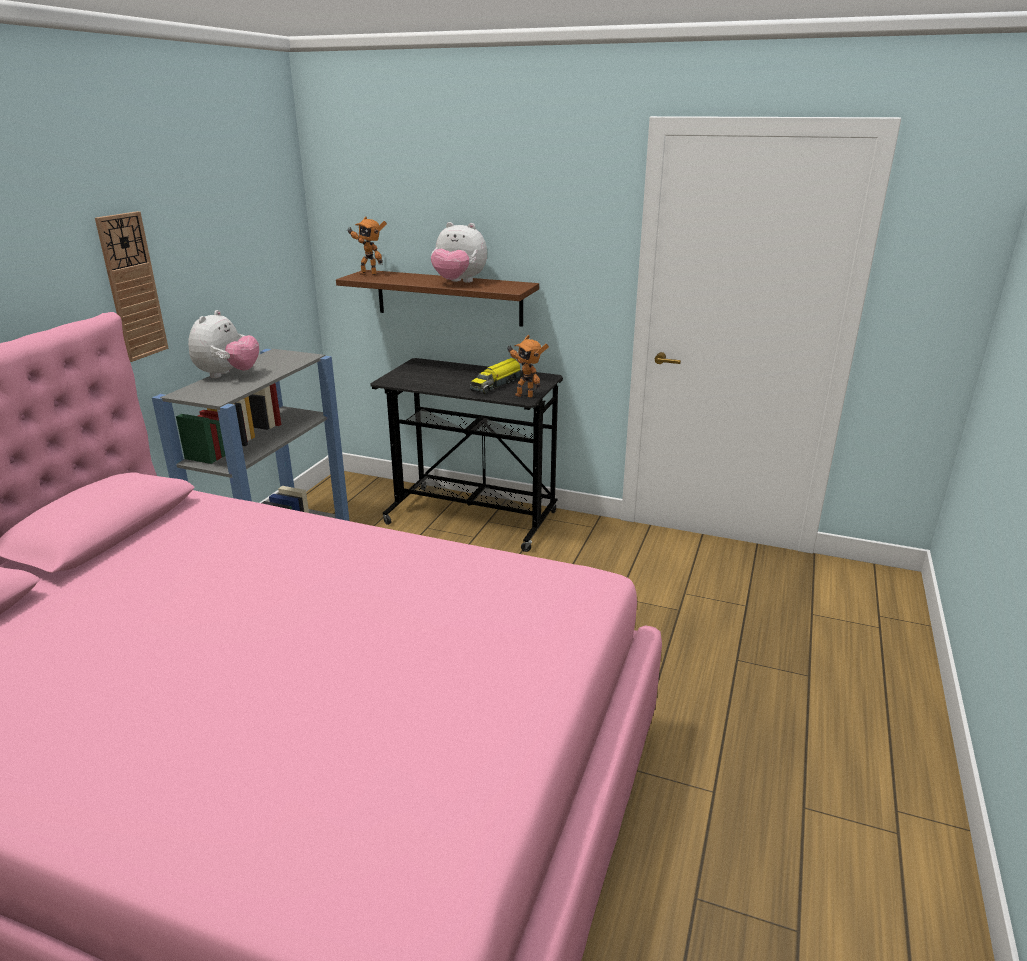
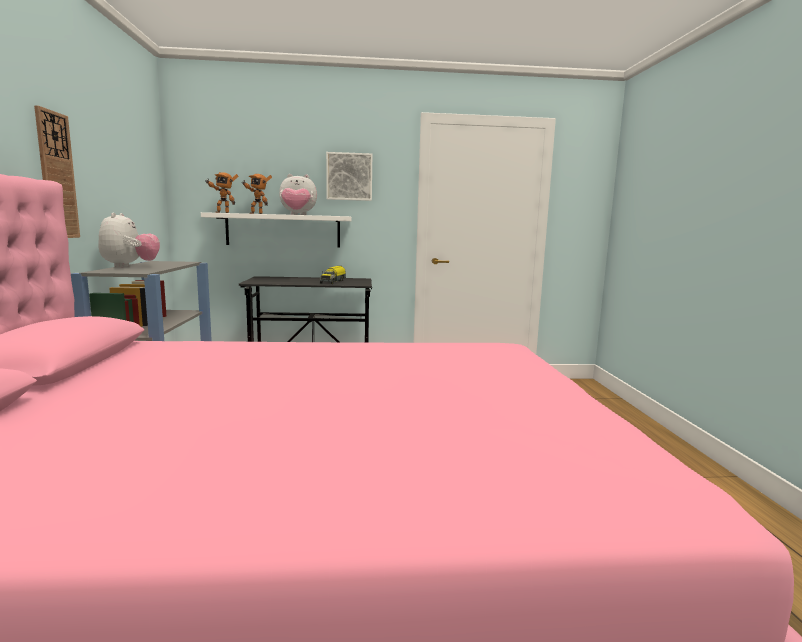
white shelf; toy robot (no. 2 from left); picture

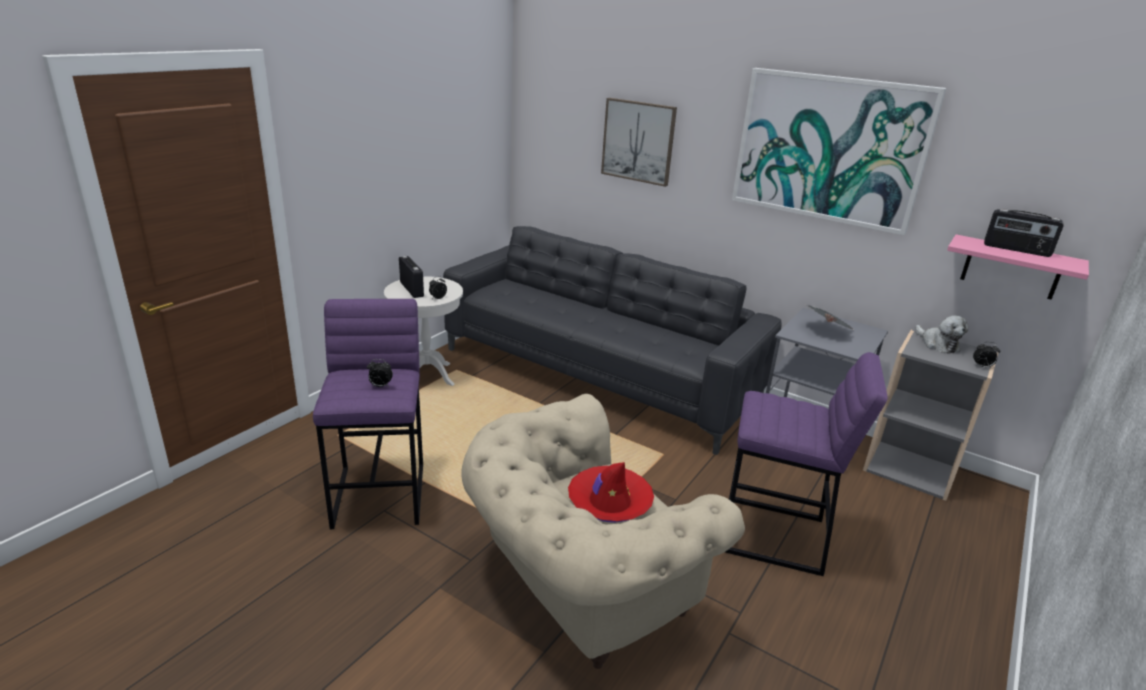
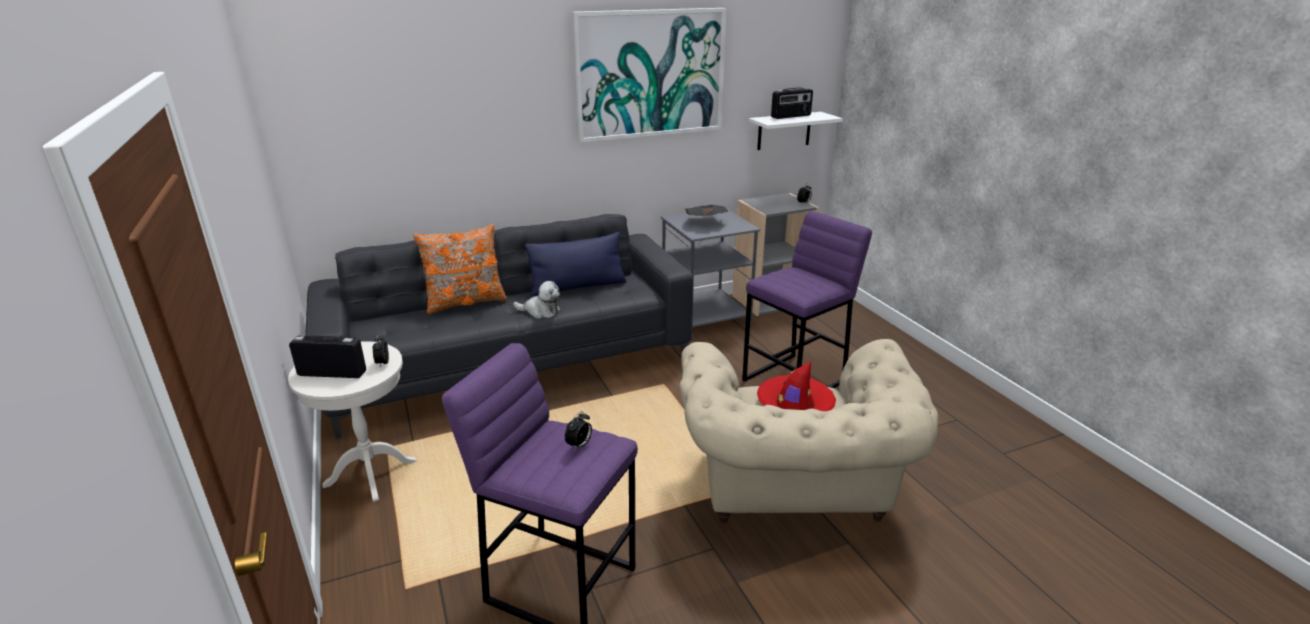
picture (no. 1 from left in the first image); white shelf; plush toy; orange pillow; blue pillow

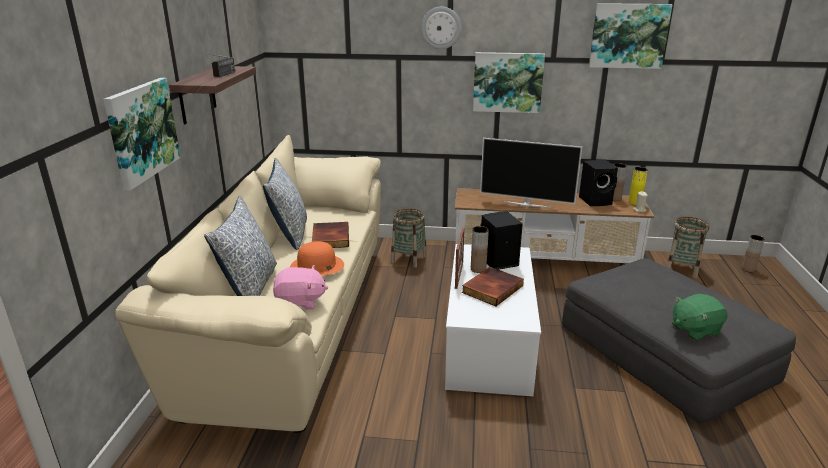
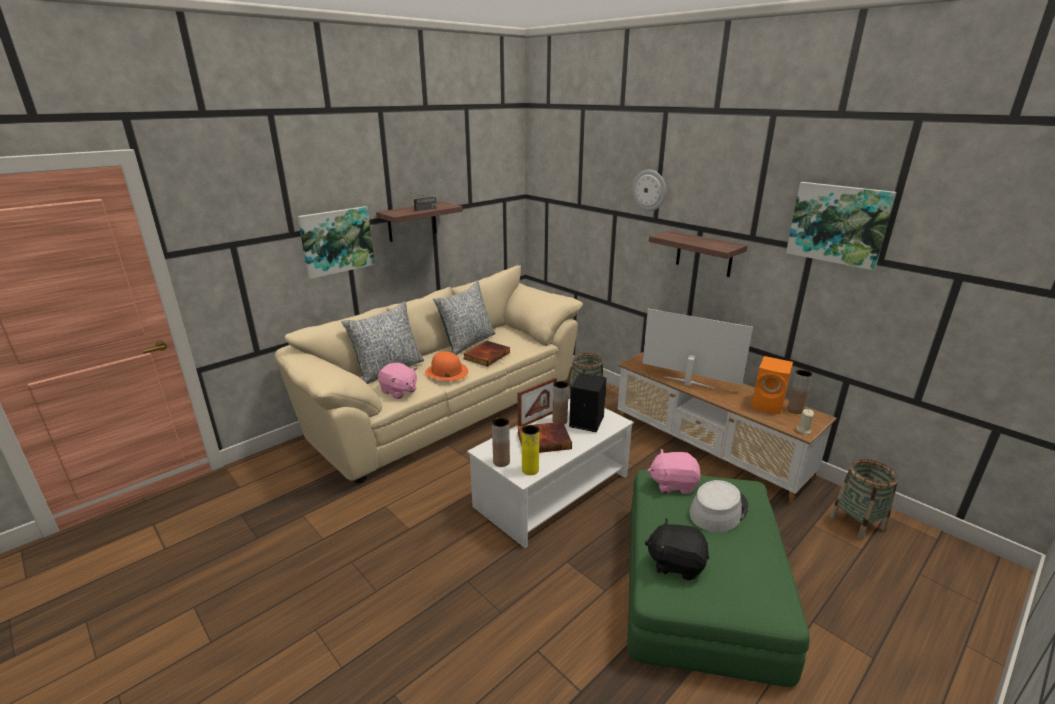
shelf (no. 2 from left); television; orange speaker; yellow vase; brown vase (no. 1 from left); green ottoman; black plush toy; pink plush toy (no. 2 from left); grey hat

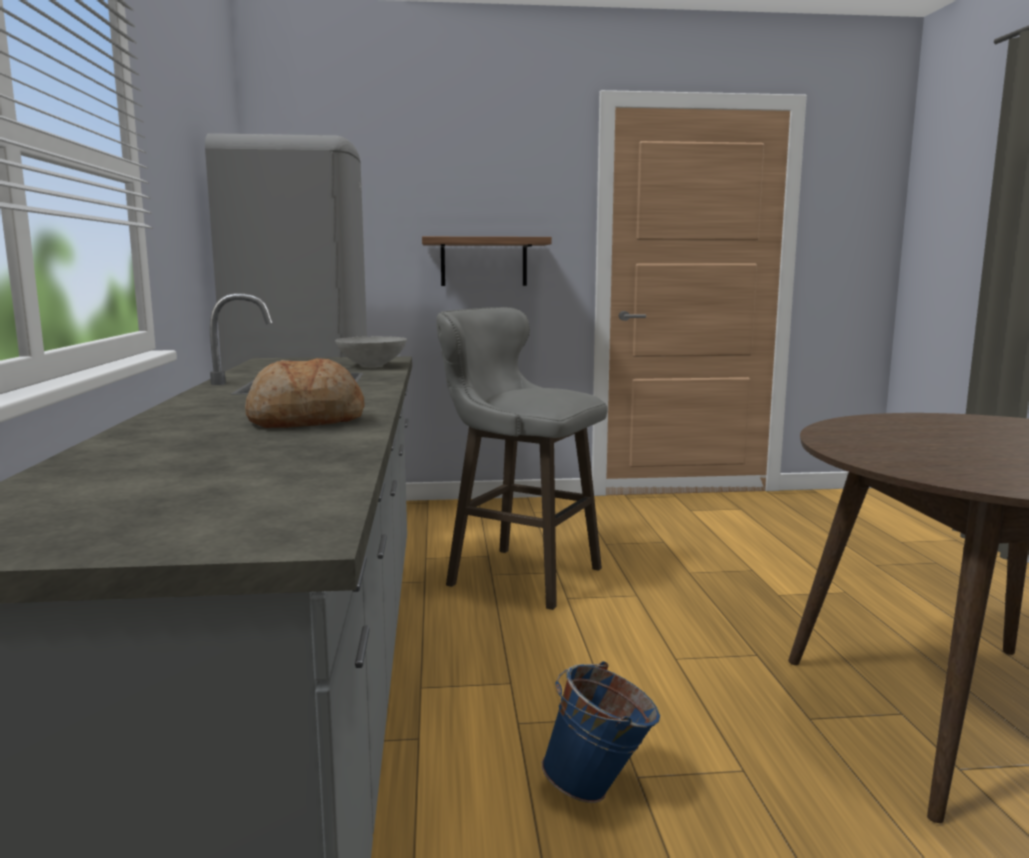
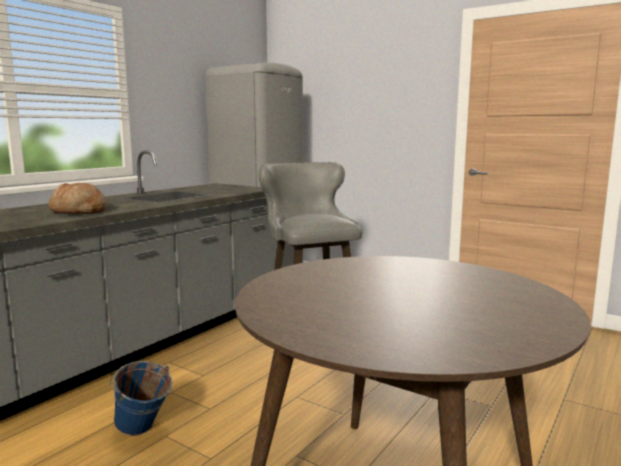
shelf; grey bowl

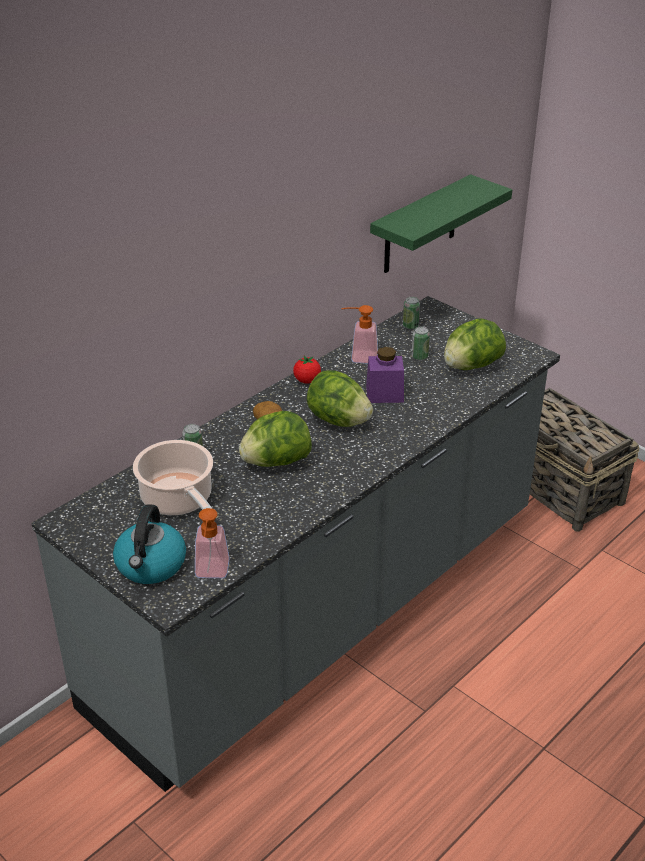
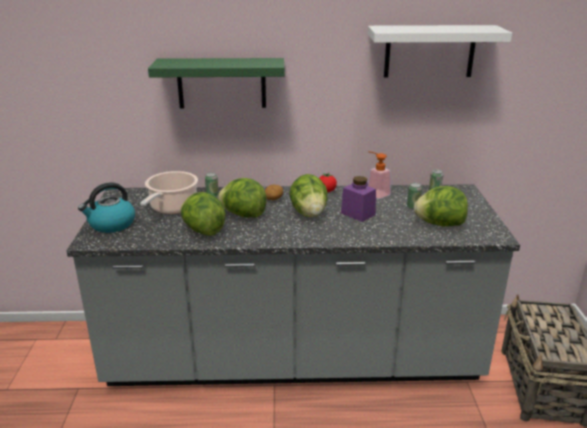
green shelf; soap dispenser (no. 1 from left in the first image); white shelf; lettuce (no. 1 from left)

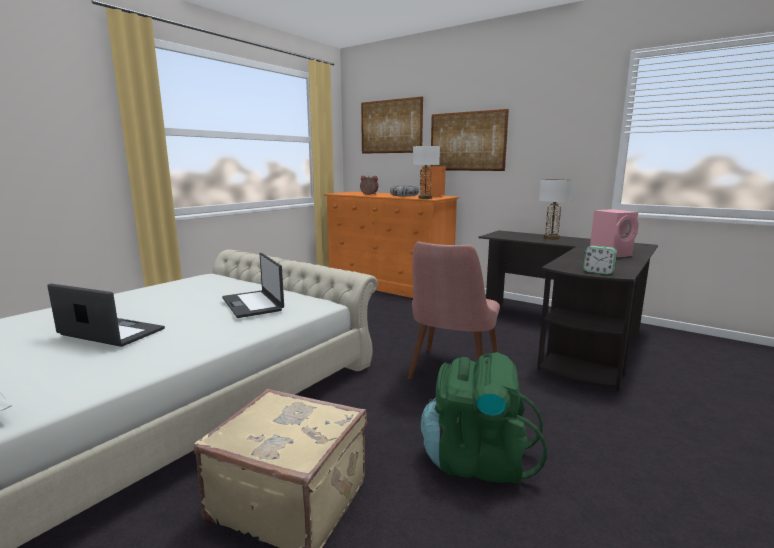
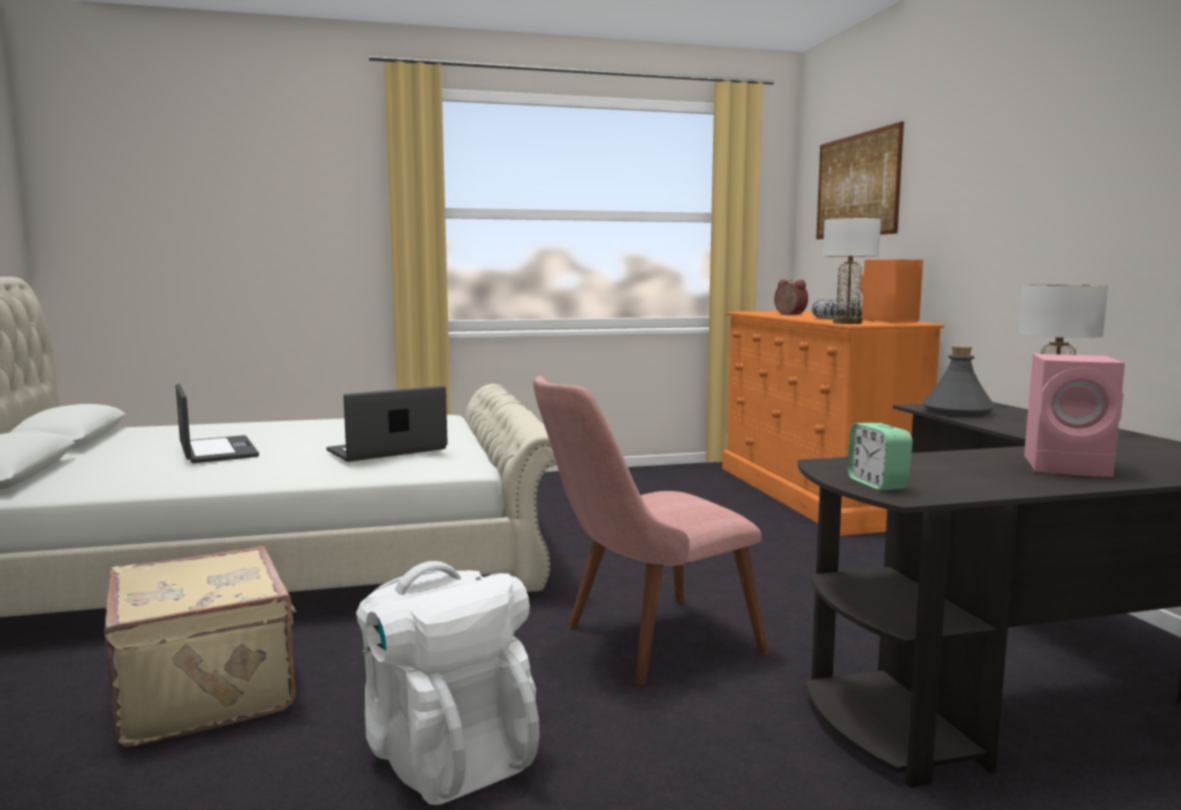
picture (no. 2 from left in the first image); laptop (no. 2 from left); white backpack; grey bottle

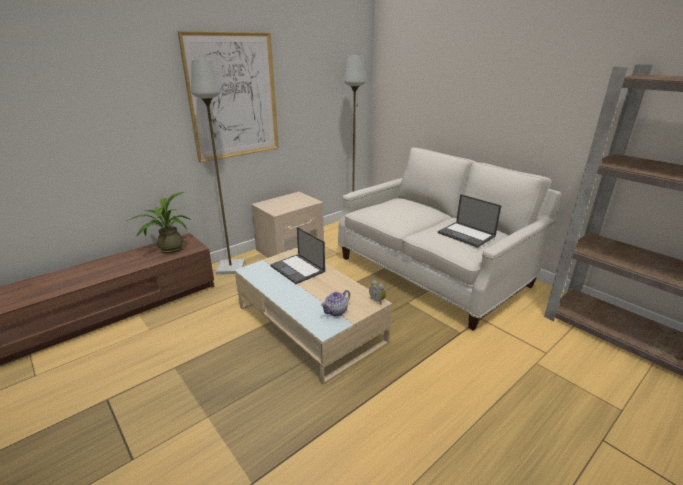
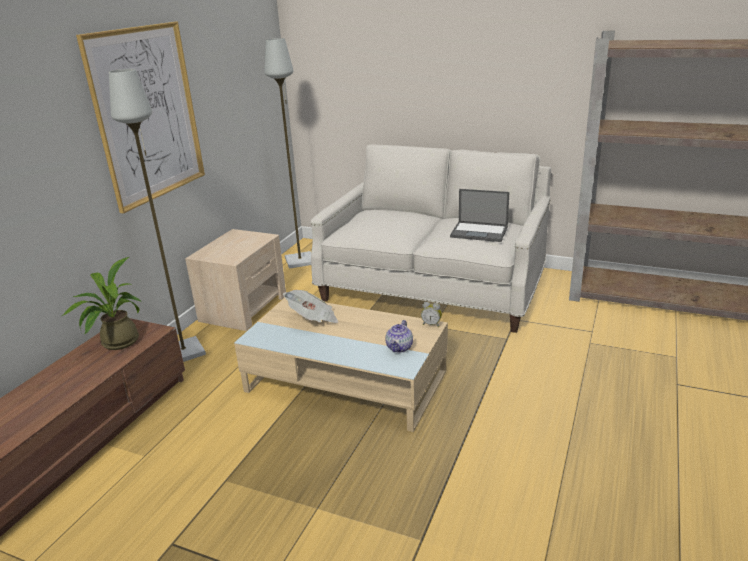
newspaper

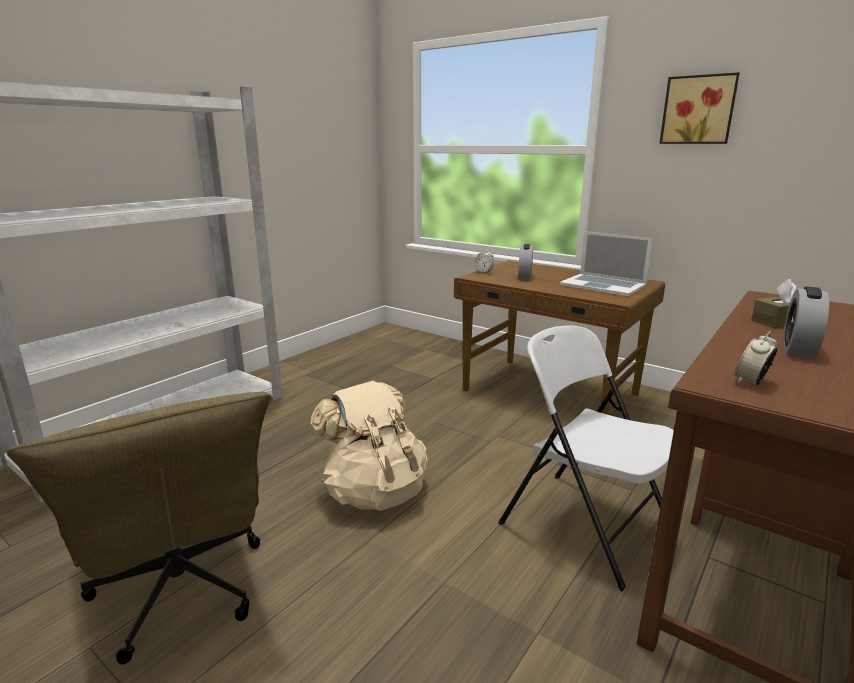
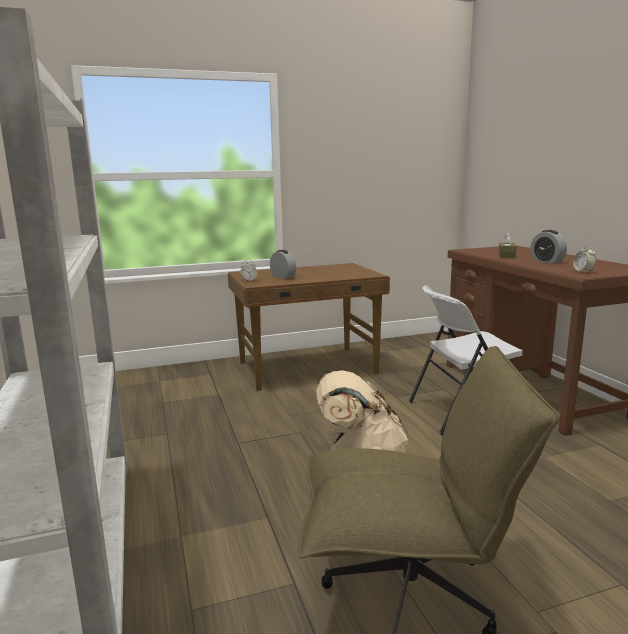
picture; laptop

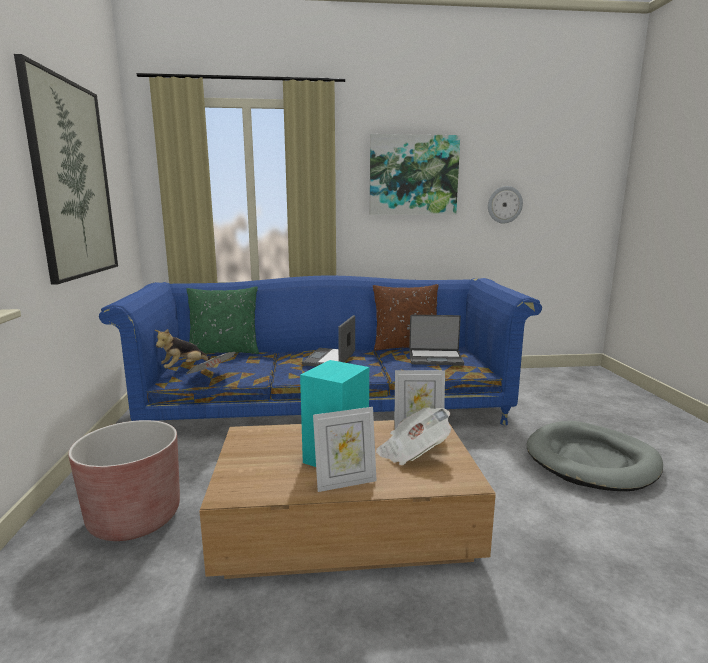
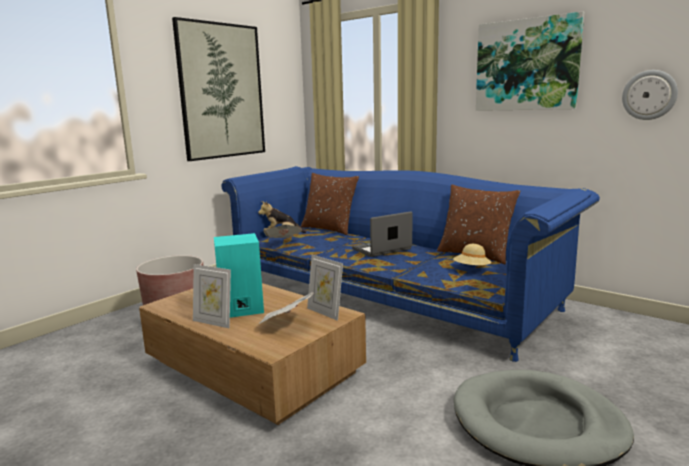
brown pillow (no. 1 from left); beige hat

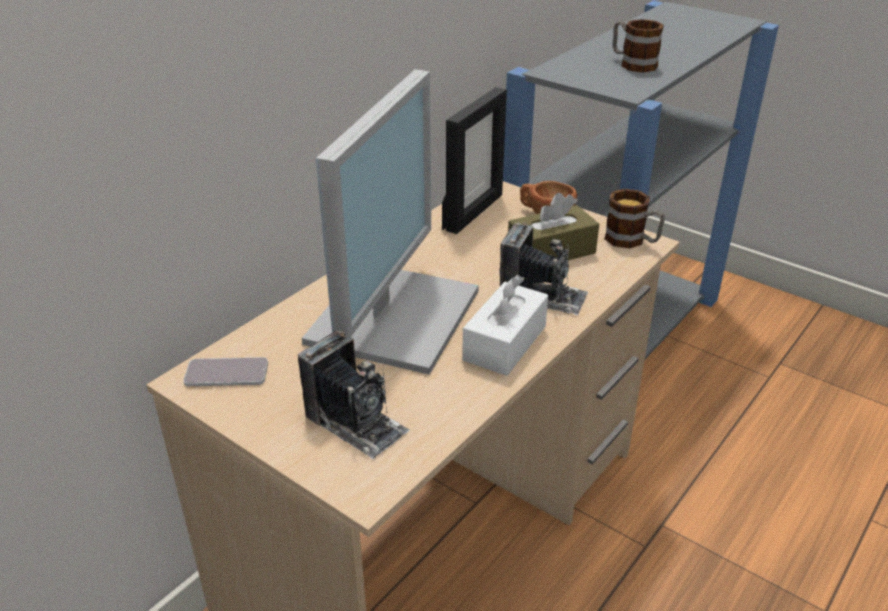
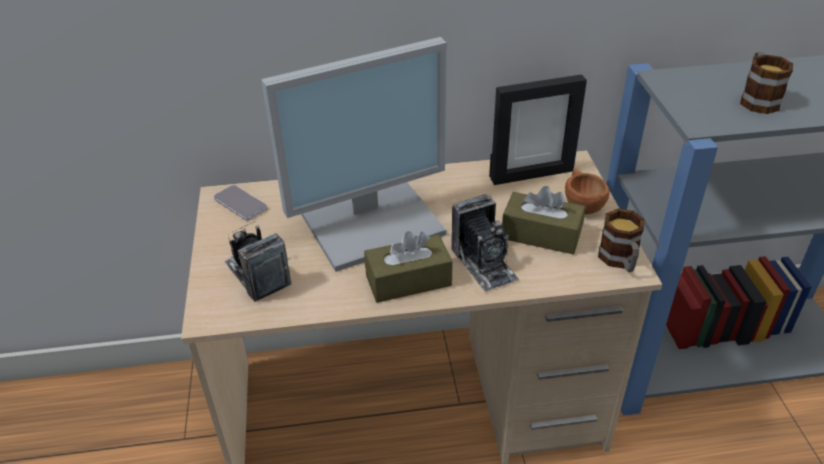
brown tissue box (no. 1 from left); photo camera (no. 1 from left)

